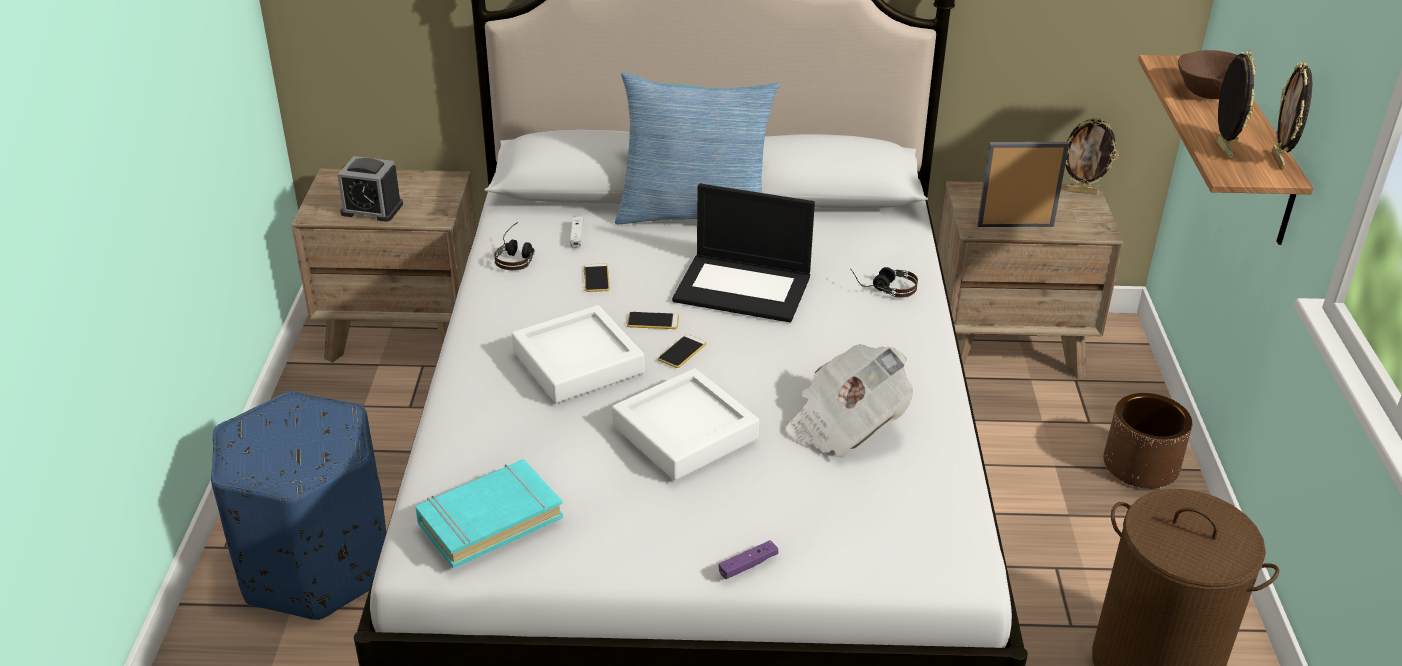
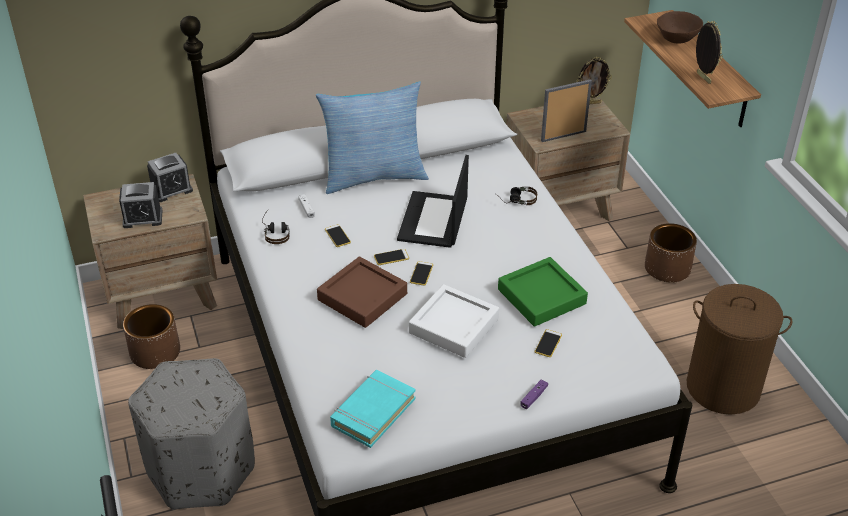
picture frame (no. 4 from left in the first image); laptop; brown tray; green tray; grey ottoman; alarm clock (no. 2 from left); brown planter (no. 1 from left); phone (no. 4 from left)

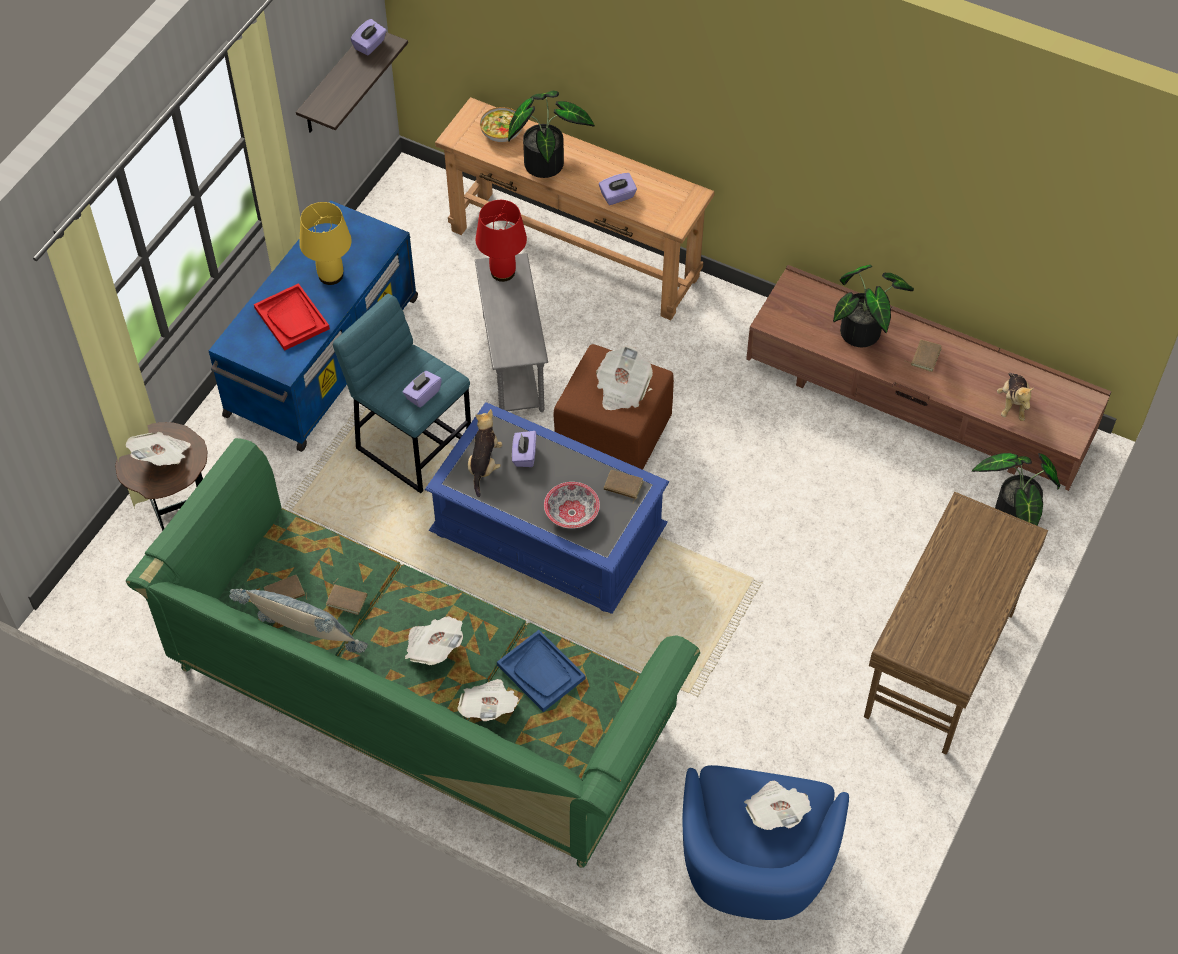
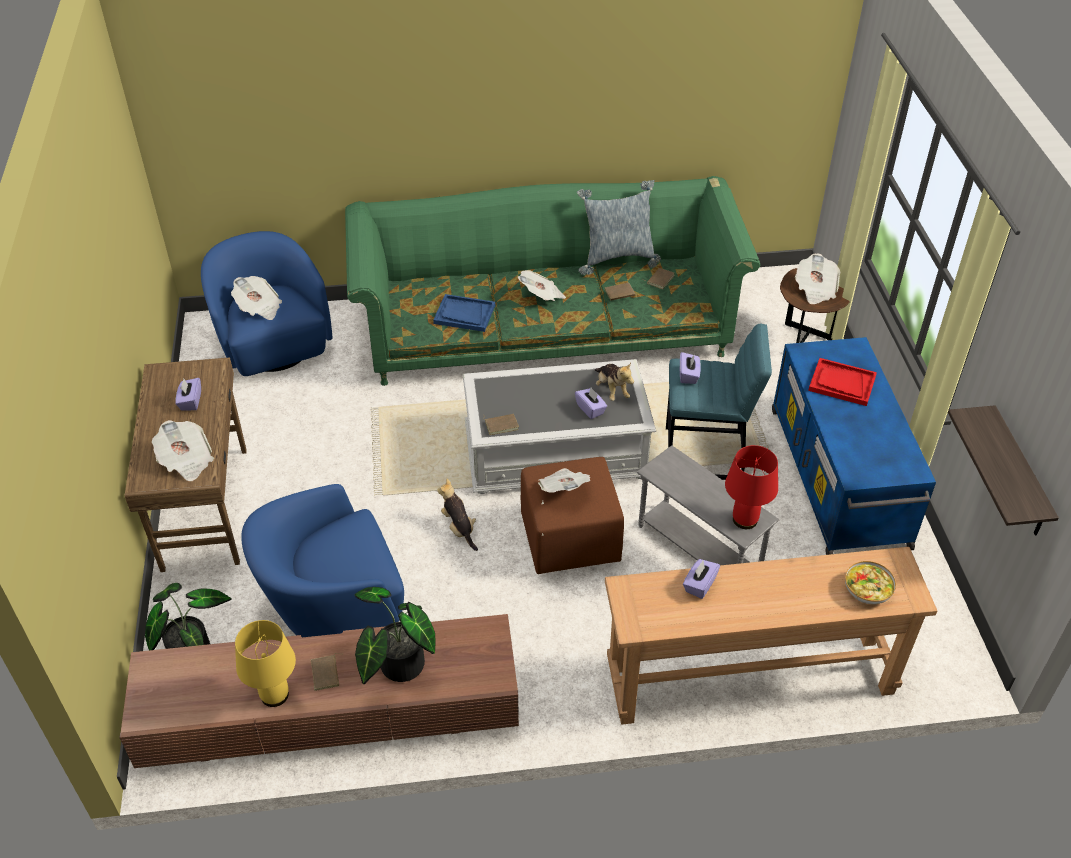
purple tissue box (no. 1 from left); potted plant (no. 1 from left in the first image); yellow table lamp; plush toy (no. 1 from left); white coffee table; bowl (no. 2 from left in the first image); newspaper (no. 1 from left); blue armchair (no. 2 from left)

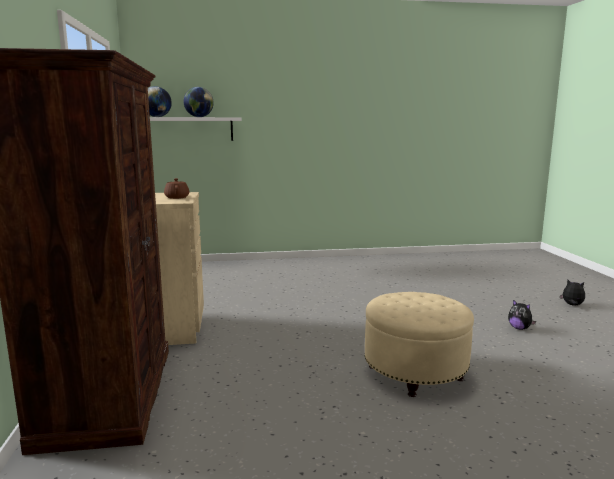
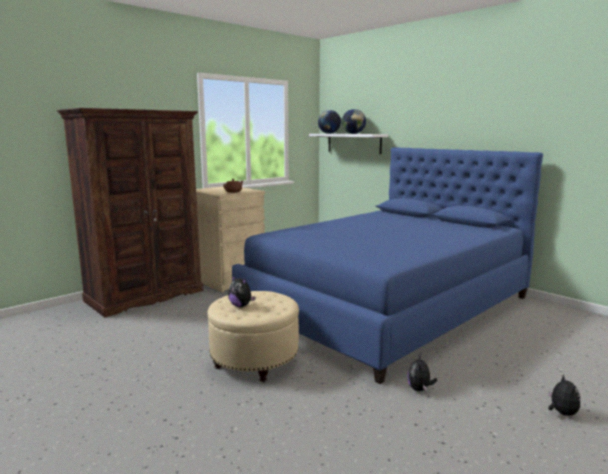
blue bed; plush toy (no. 1 from left)

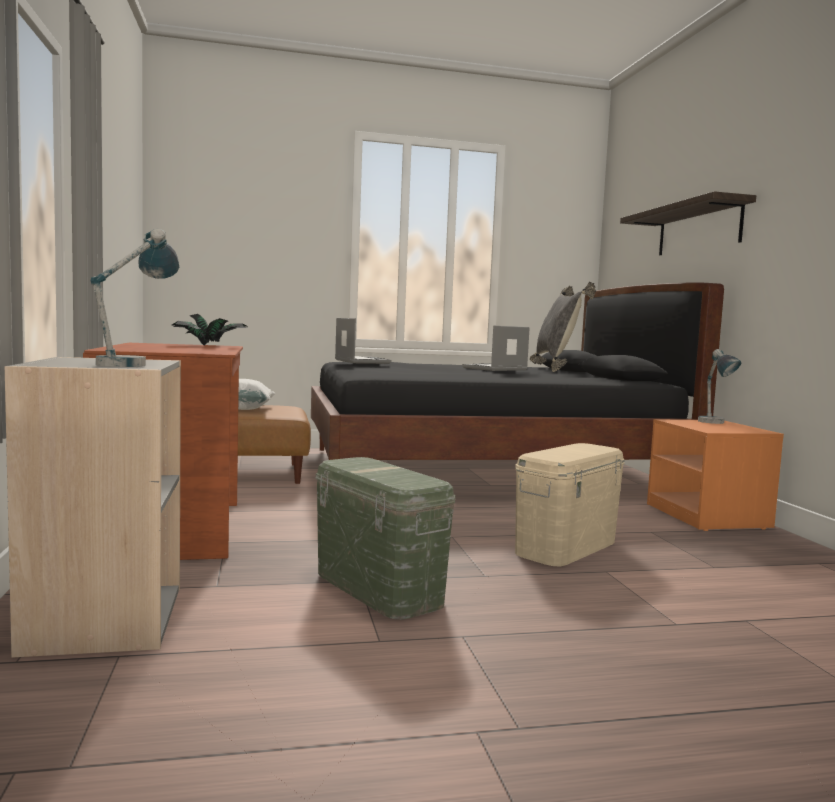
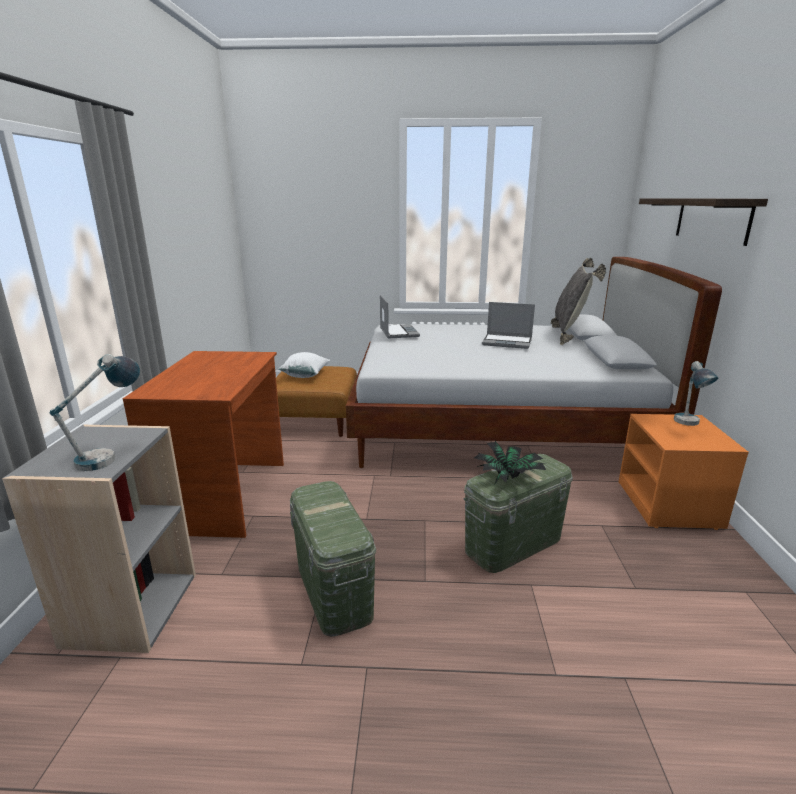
white bed; potted plant; laptop (no. 2 from left); green storage box (no. 2 from left)

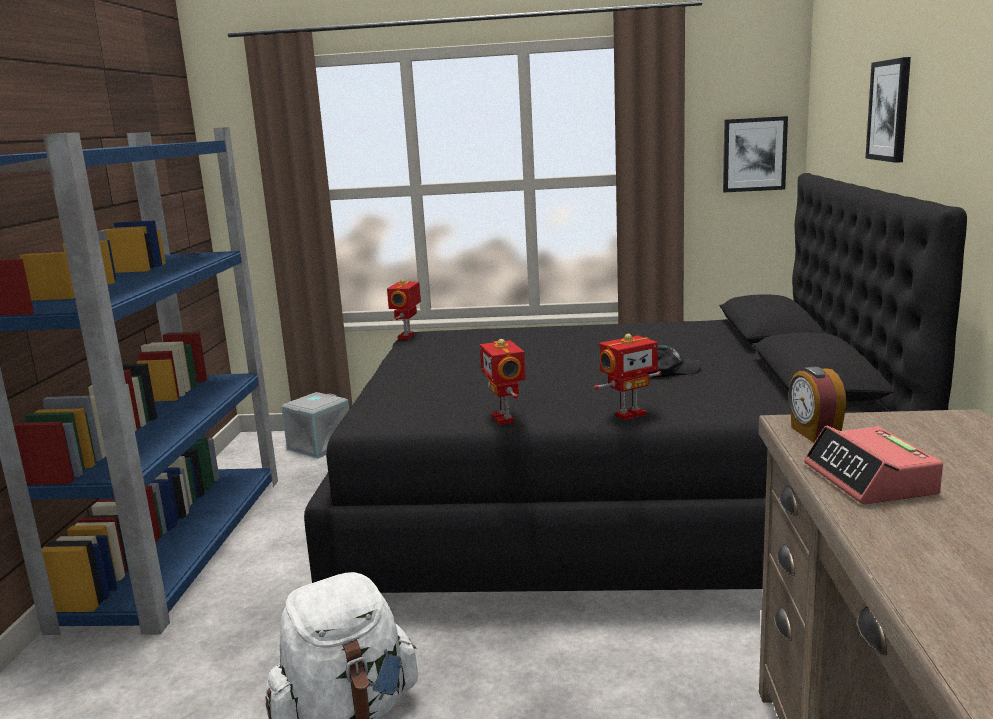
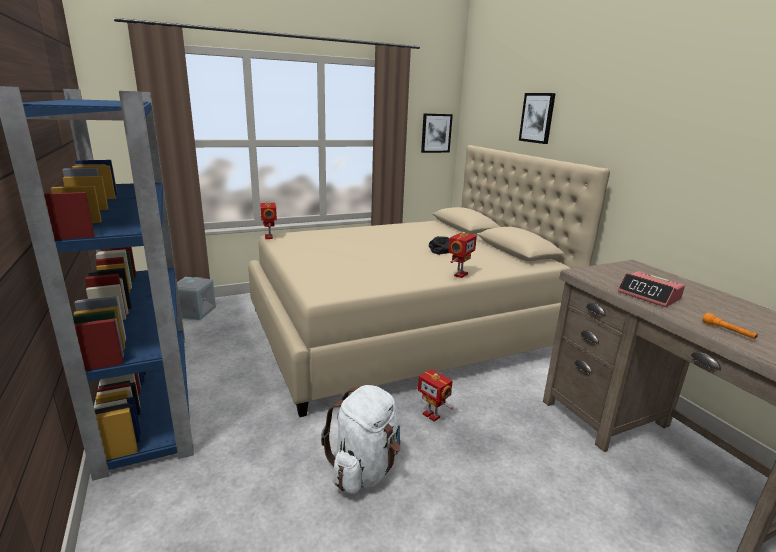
beige bed; toy robot (no. 2 from left); alarm clock (no. 1 from left in the first image); orange flashlight

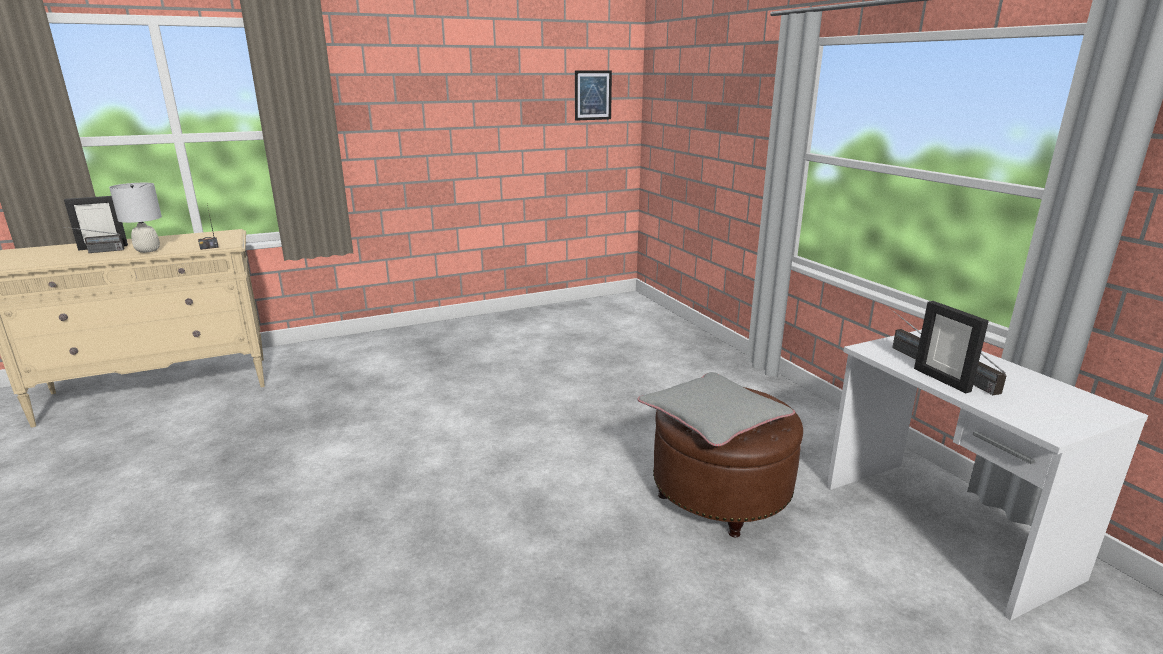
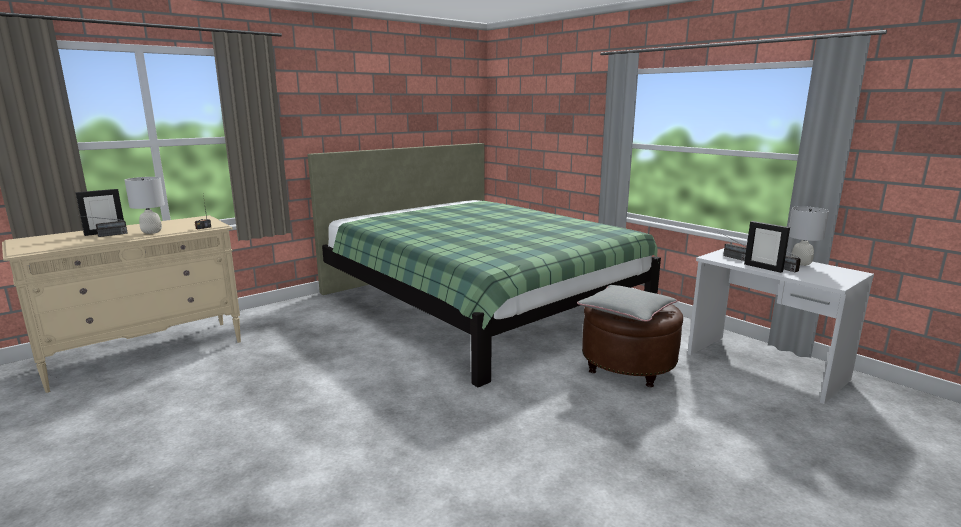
picture; green bed; grey table lamp (no. 2 from left)

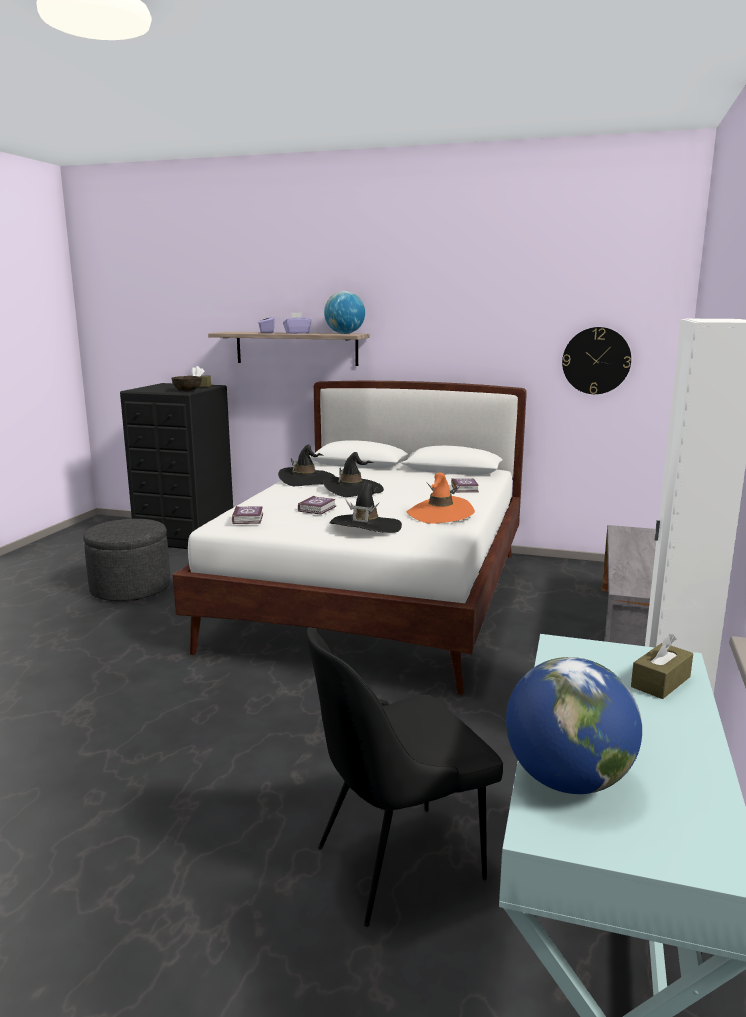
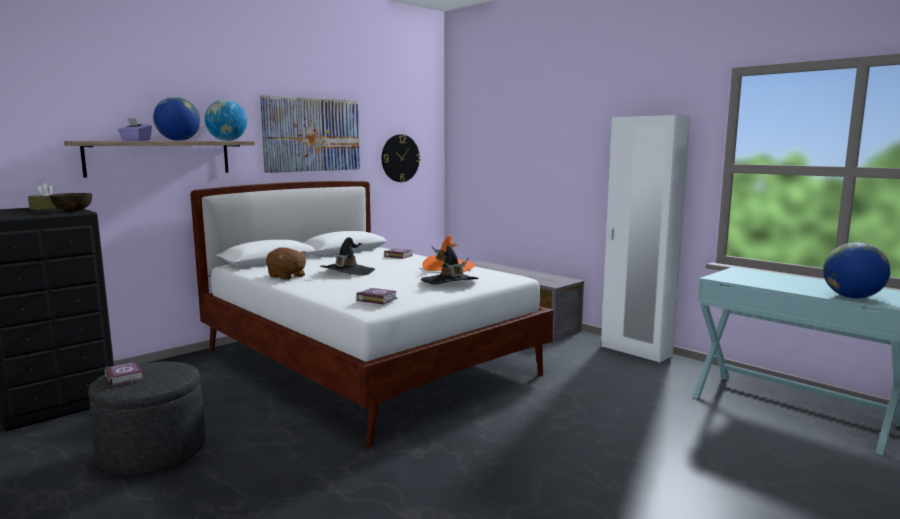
globe (no. 1 from left); brown plush toy; book (no. 1 from left); black chair; brown tissue box (no. 2 from left in the first image); picture

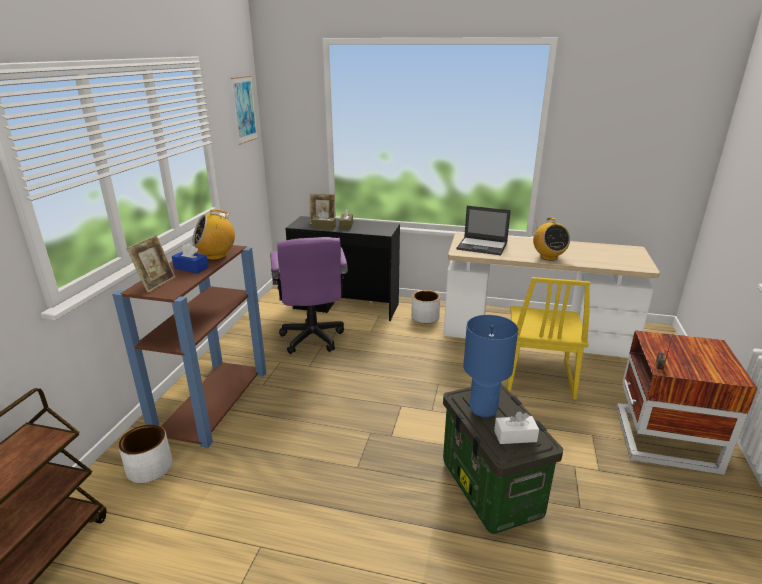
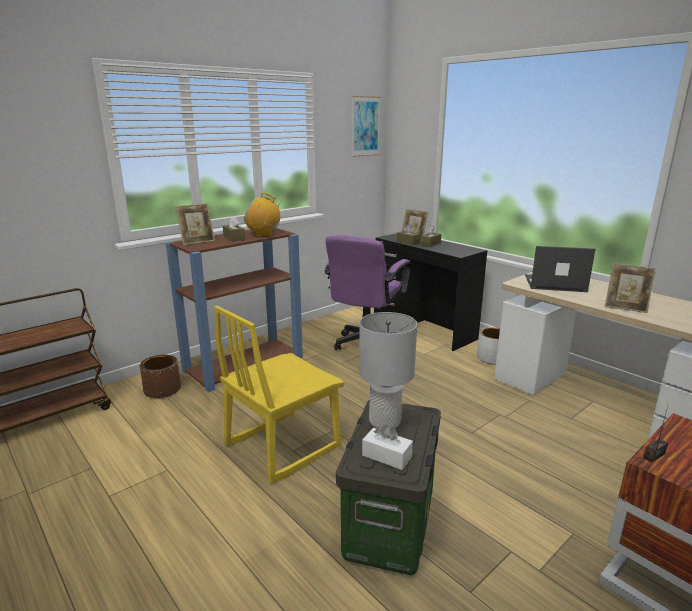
laptop; picture frame (no. 3 from left); brown tissue box (no. 1 from left); yellow chair; grey table lamp; brown planter

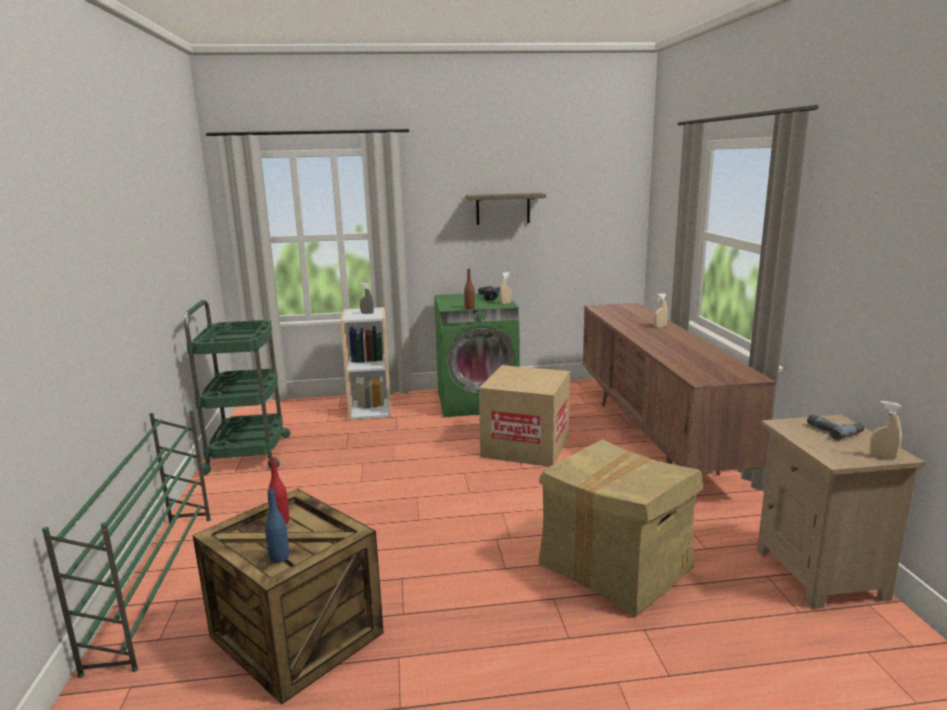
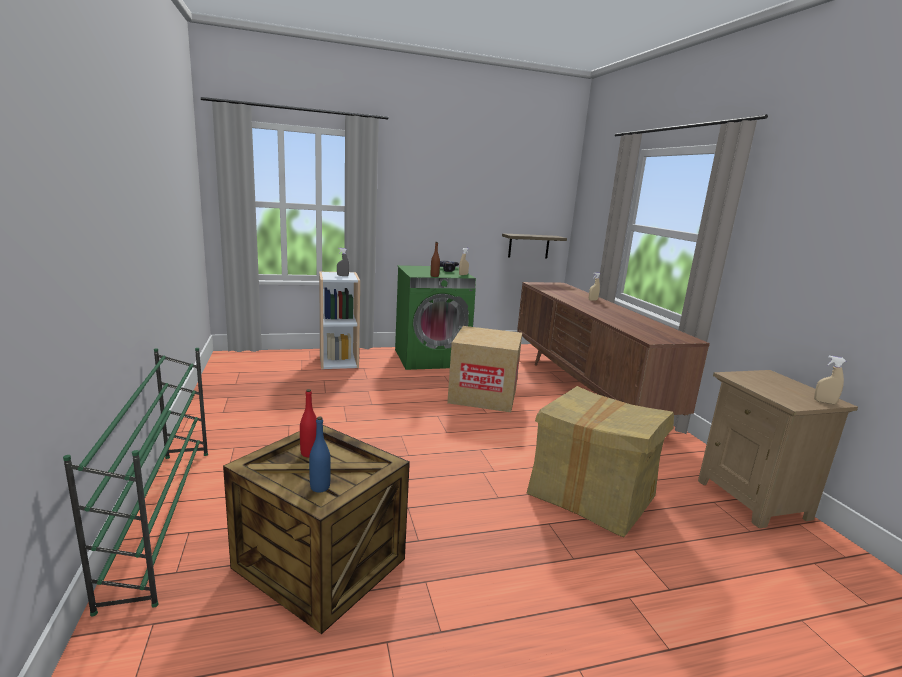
shelf; green cart; power drill (no. 2 from left in the first image)

